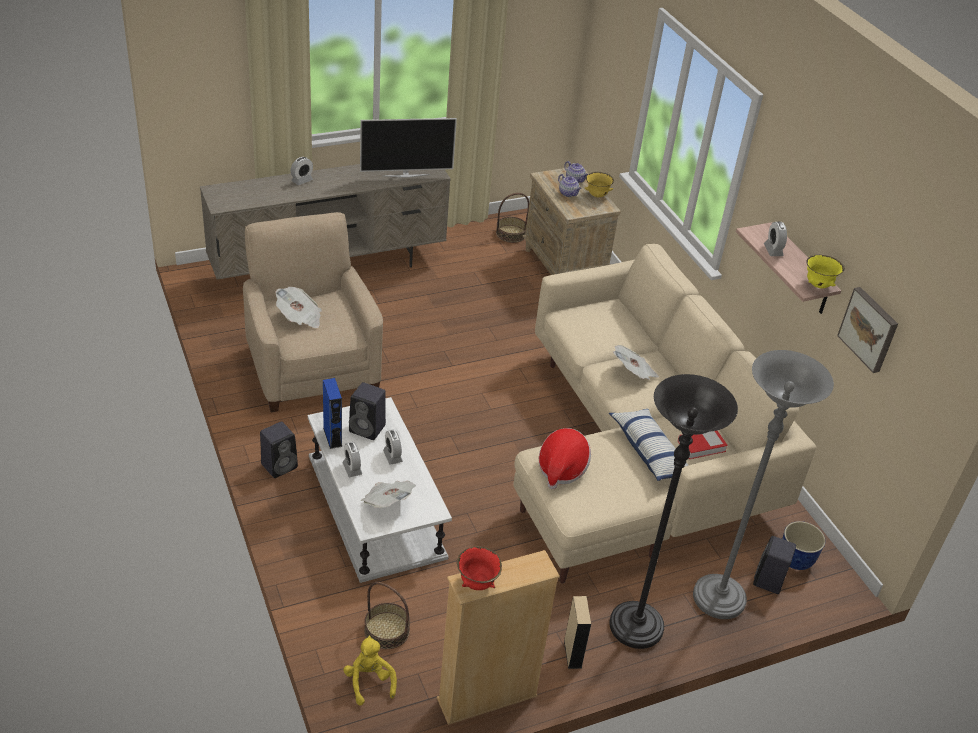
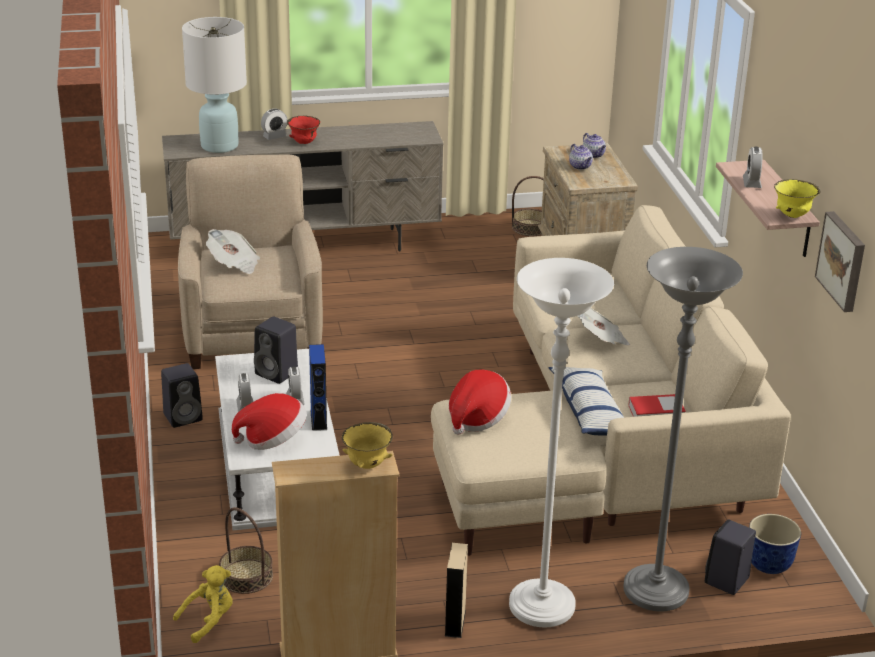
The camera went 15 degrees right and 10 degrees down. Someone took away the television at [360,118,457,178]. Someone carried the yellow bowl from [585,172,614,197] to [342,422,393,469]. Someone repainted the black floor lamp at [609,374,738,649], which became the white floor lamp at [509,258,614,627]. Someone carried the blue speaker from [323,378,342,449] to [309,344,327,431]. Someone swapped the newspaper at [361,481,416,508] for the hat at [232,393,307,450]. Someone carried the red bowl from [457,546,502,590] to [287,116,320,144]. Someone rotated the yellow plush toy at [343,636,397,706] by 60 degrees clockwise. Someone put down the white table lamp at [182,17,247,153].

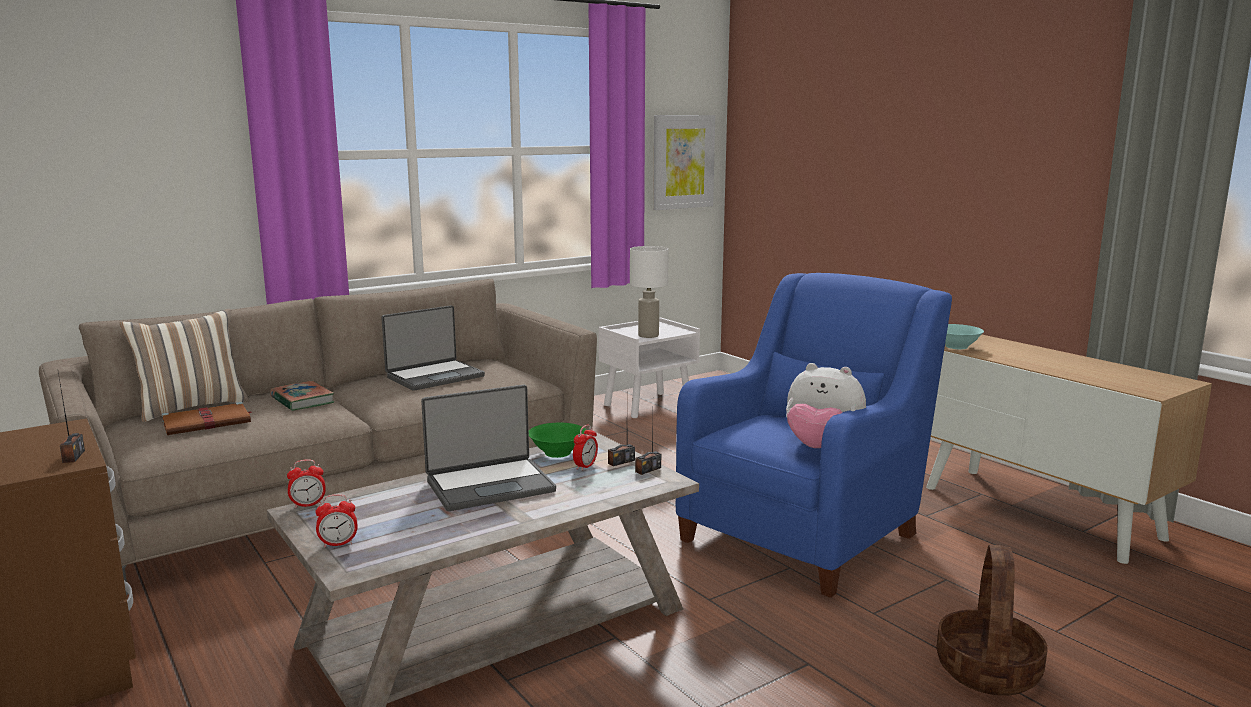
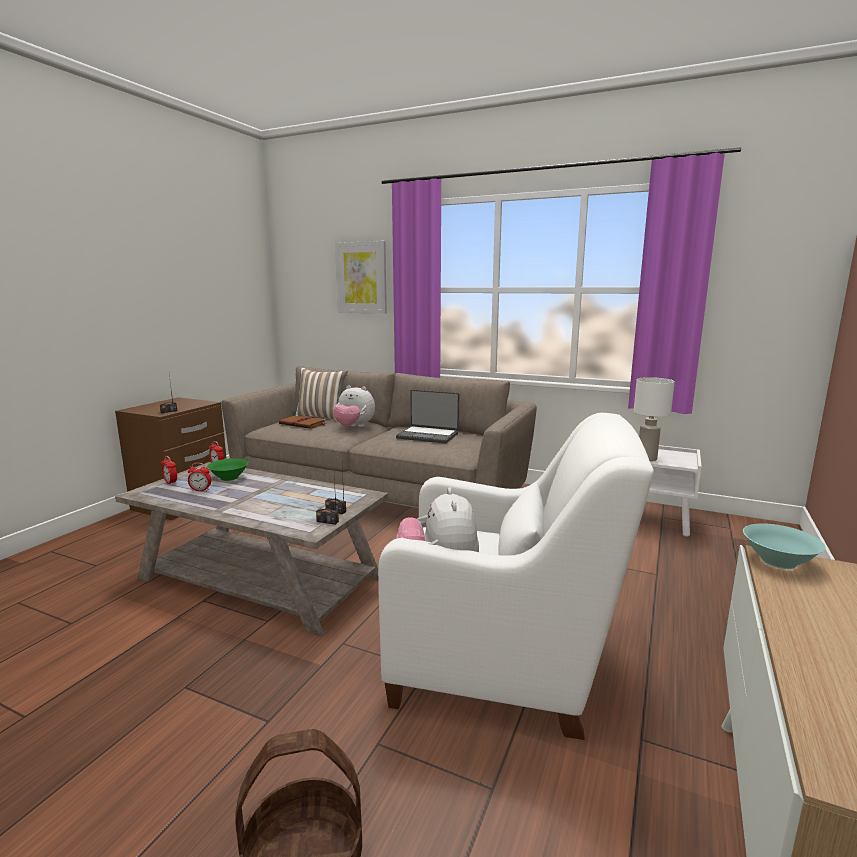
The camera went 60 degrees right and 0 degrees up. Someone carried the picture from [653,115,715,210] to [335,241,387,314]. Someone repainted the blue armchair at [676,273,952,598], which became the white armchair at [378,413,654,740]. Someone swapped the book at [270,381,334,411] for the plush toy at [333,385,375,427]. Someone took away the laptop at [421,385,556,511]. Someone carried the green bowl from [529,423,586,458] to [207,458,248,481]. Someone carried the alarm clock from [573,425,598,471] to [188,463,211,491].

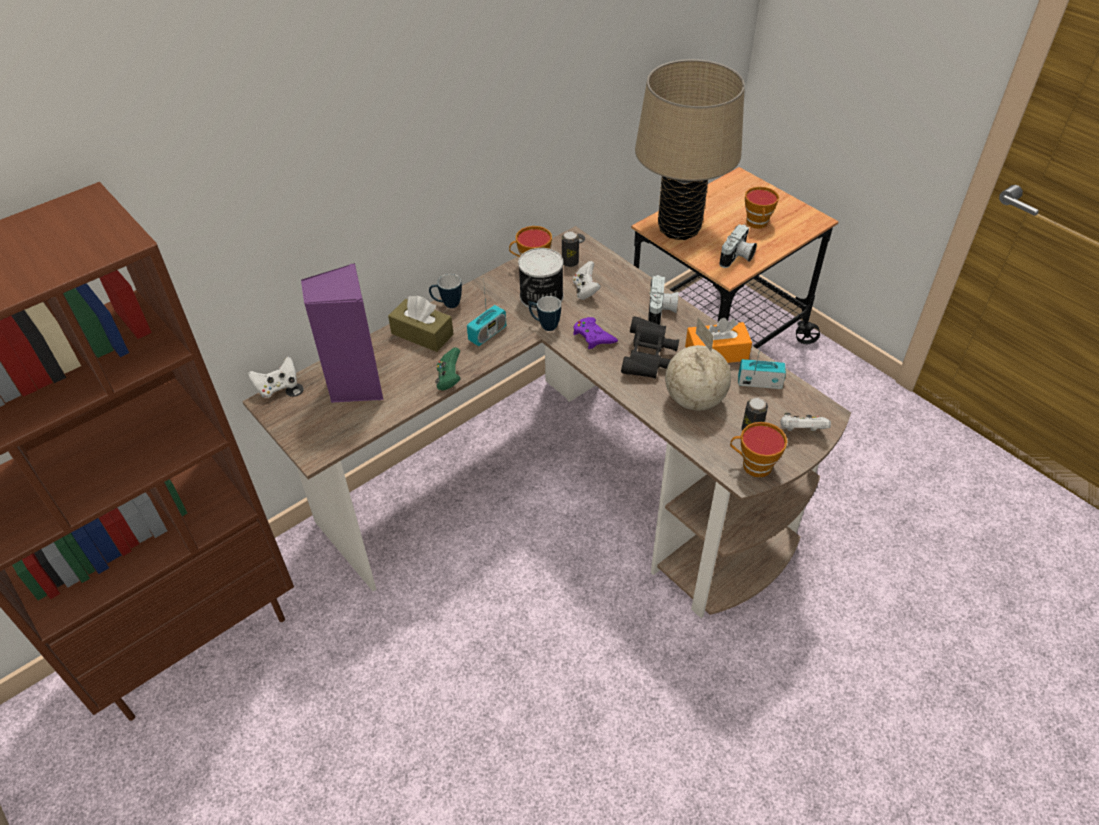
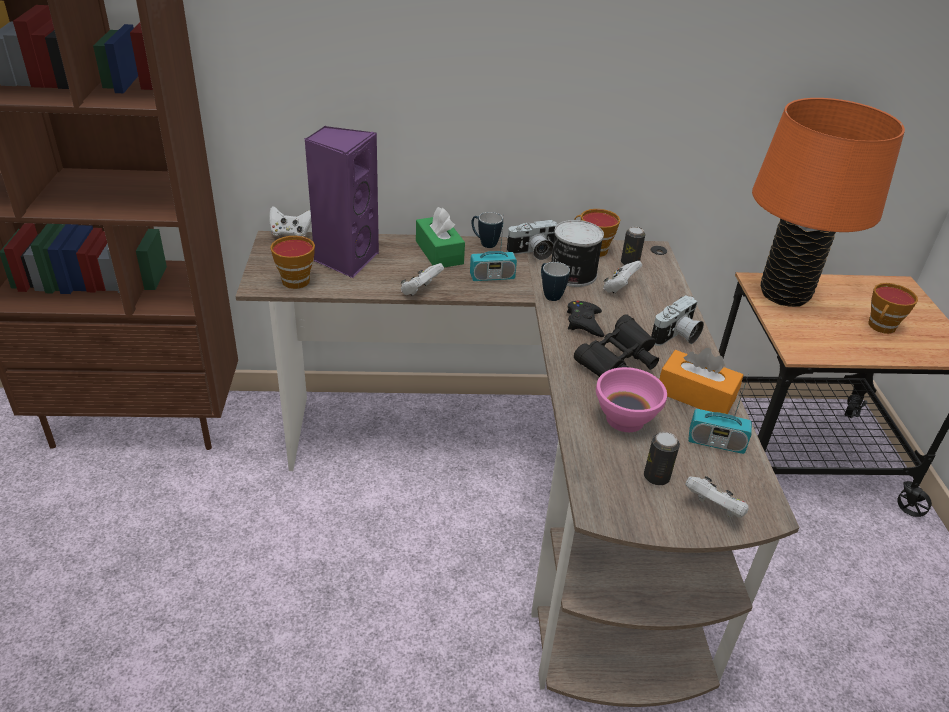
The camera went 35 degrees right and 10 degrees down. Someone repainted the beige table lamp at [635,59,745,240], which became the orange table lamp at [752,98,905,307]. Someone carried the photo camera from [719,224,757,268] to [506,220,557,260]. Someone repainted the brown tissue box at [388,296,454,352], which became the green tissue box at [416,207,465,267]. Someone repainted the purple game controller at [573,317,618,349], which became the black game controller at [567,300,604,337]. Someone swapped the globe at [665,318,731,411] for the pink bowl at [596,367,667,432]. Someone rotated the radio at [738,340,786,389] by 150 degrees clockwise. Someone repainted the green game controller at [435,347,461,391], which became the white game controller at [401,263,444,296]. Someone carried the cup from [730,422,787,477] to [270,236,315,289].

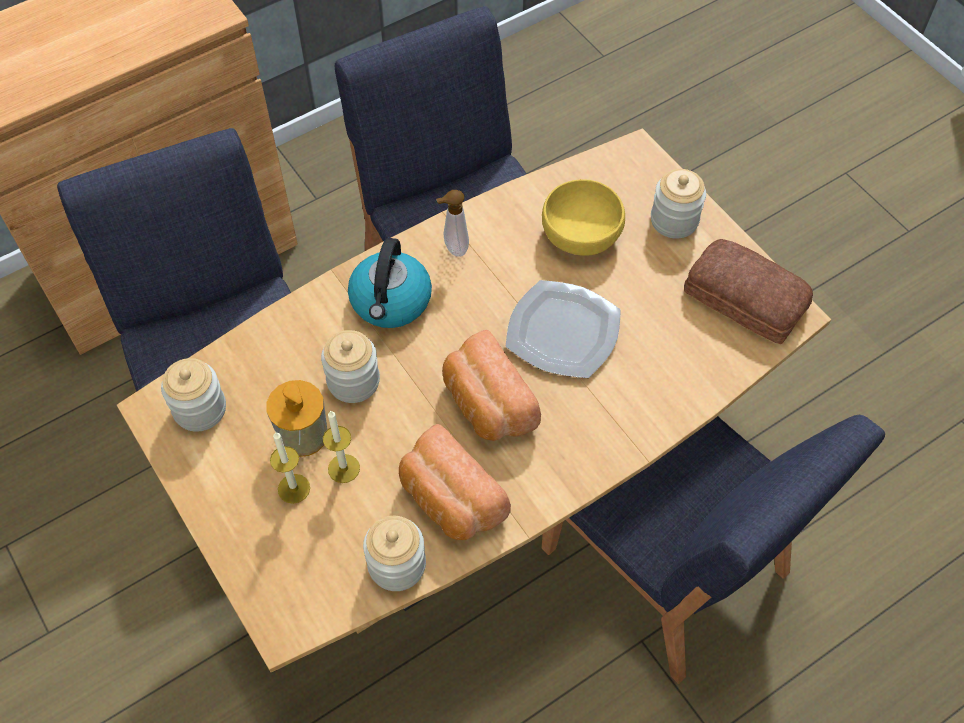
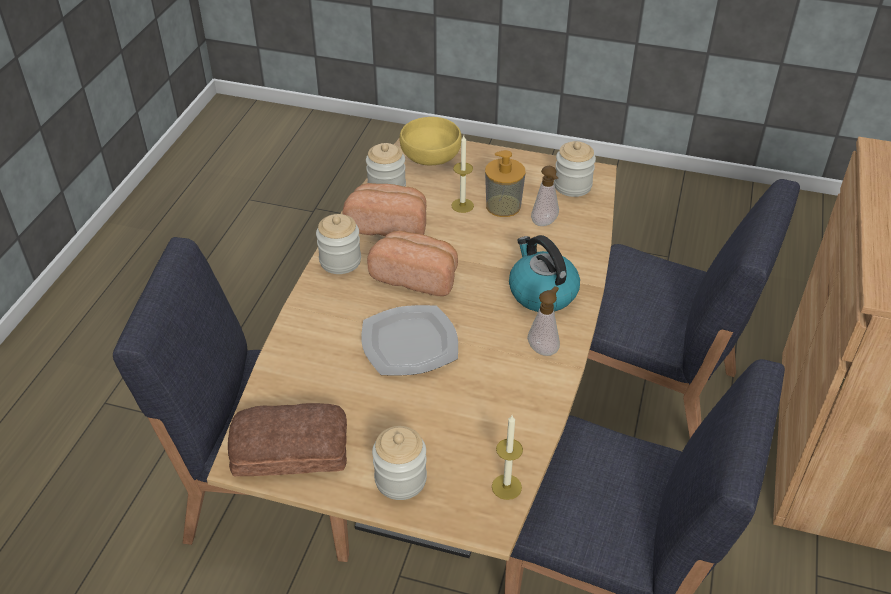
The camera went 140 degrees right and 15 degrees down. Someone carried the yellow bowl from [542,179,625,256] to [400,117,462,166]. Someone carried the jar from [321,330,380,403] to [316,214,361,274]. Someone carried the candle from [270,432,310,504] to [492,415,523,500]. Someone put down the soap dispenser at [531,166,559,226].

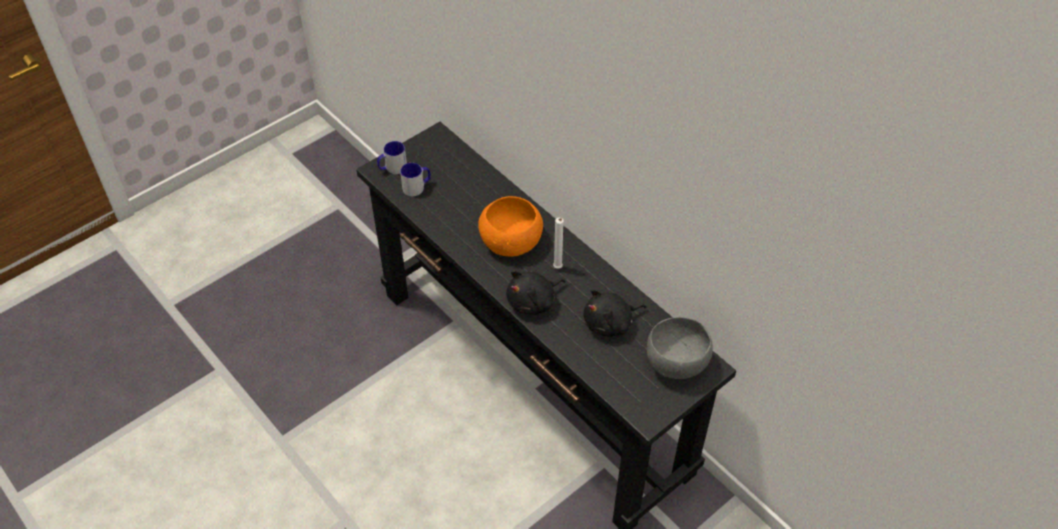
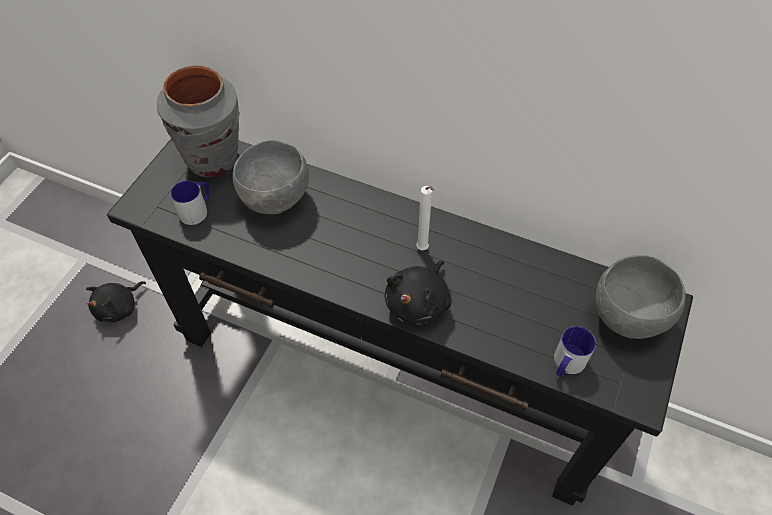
The camera went 25 degrees left and 5 degrees up. Someone carried the mug from [377,141,407,174] to [554,326,596,377]. Someone took away the orange bowl at [478,196,543,257]. Someone carried the black plush toy from [584,289,646,337] to [86,281,146,322]. Someone put down the grey vase at [157,66,240,177]. Someone put down the grey bowl at [233,140,309,214].

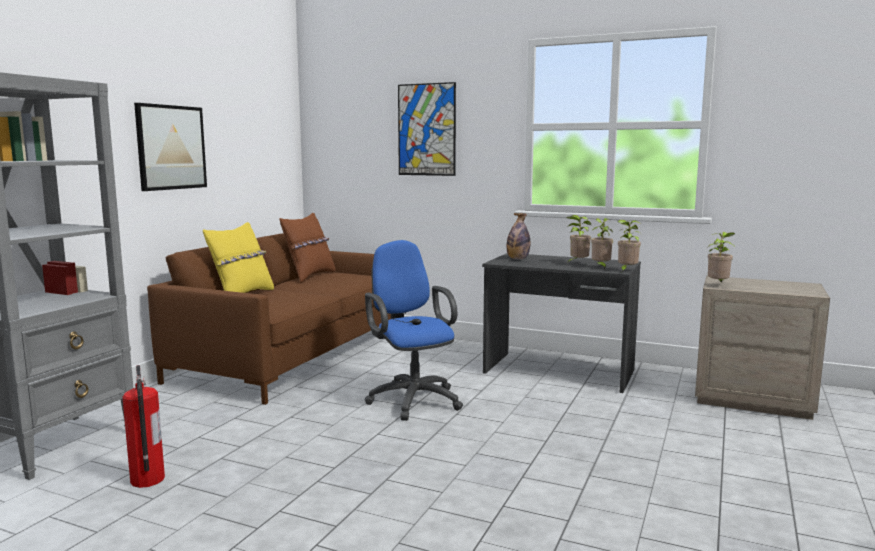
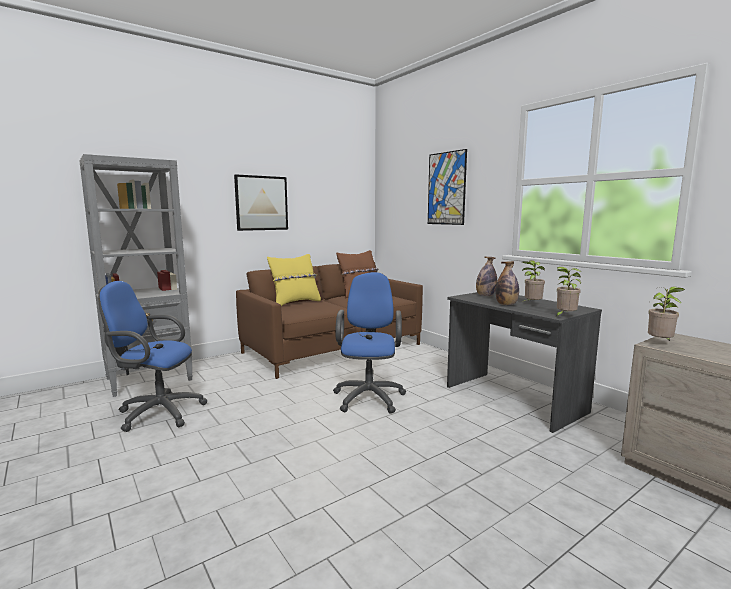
The camera went 30 degrees right and 0 degrees up. Someone took away the potted plant at [591,218,613,269]. Someone swapped the fire extinguisher at [122,365,165,488] for the blue office chair at [98,281,207,432]. Someone put down the bottle at [496,261,519,305].

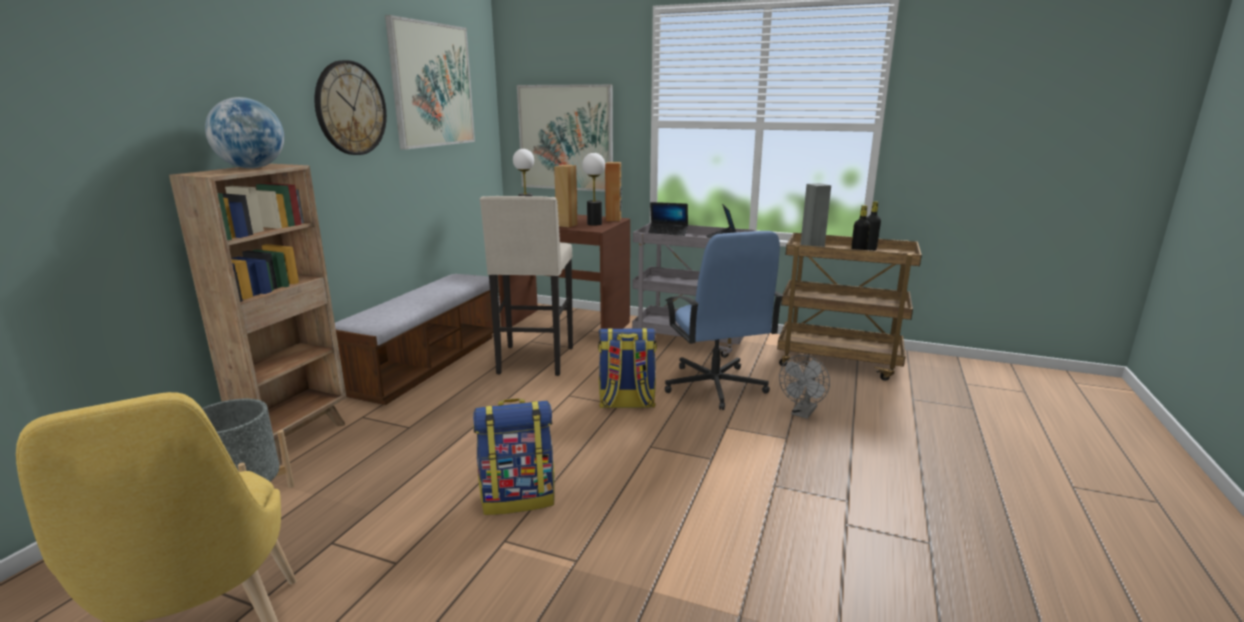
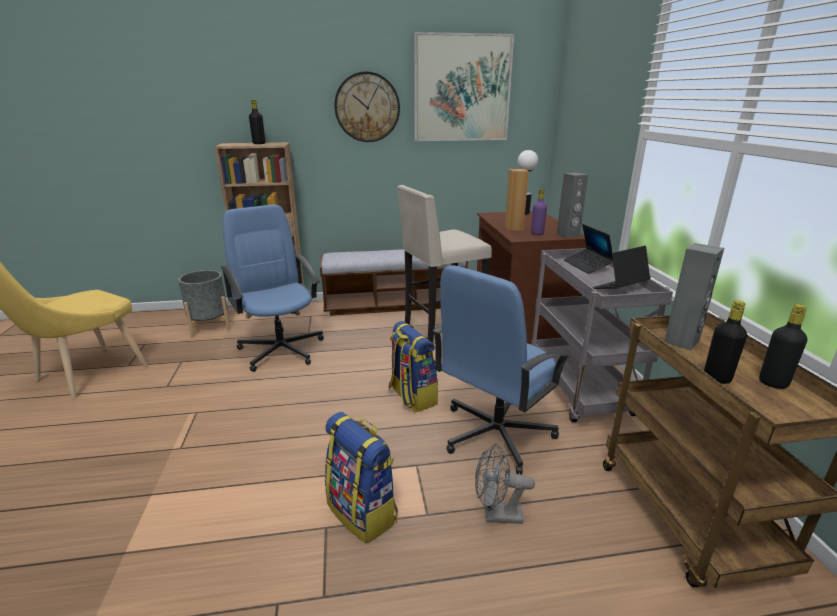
The camera went 60 degrees right and 5 degrees up. Someone took away the picture at [517,84,613,192]. Someone swapped the globe at [205,97,284,169] for the black bottle at [249,99,265,144]. Someone swapped the table lamp at [582,153,605,226] for the purple bottle at [531,189,547,235]. Someone repainted the brown speaker at [605,162,622,221], which became the grey speaker at [557,172,588,238]. Someone carried the backpack from [473,398,555,515] to [325,412,398,543]. Someone put down the blue office chair at [221,204,324,372].

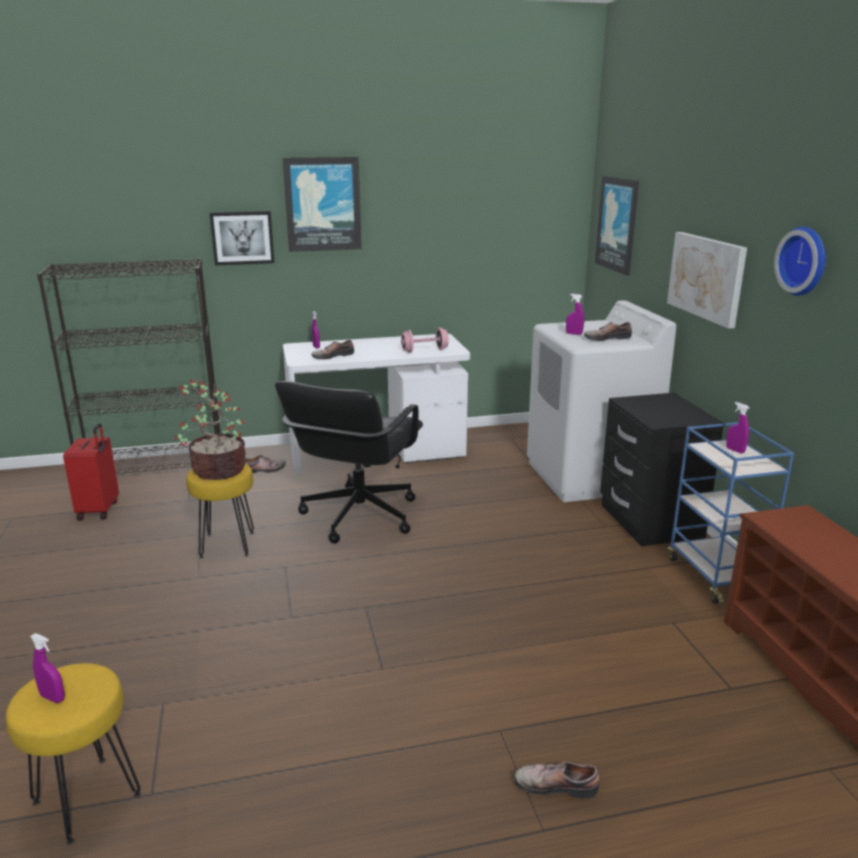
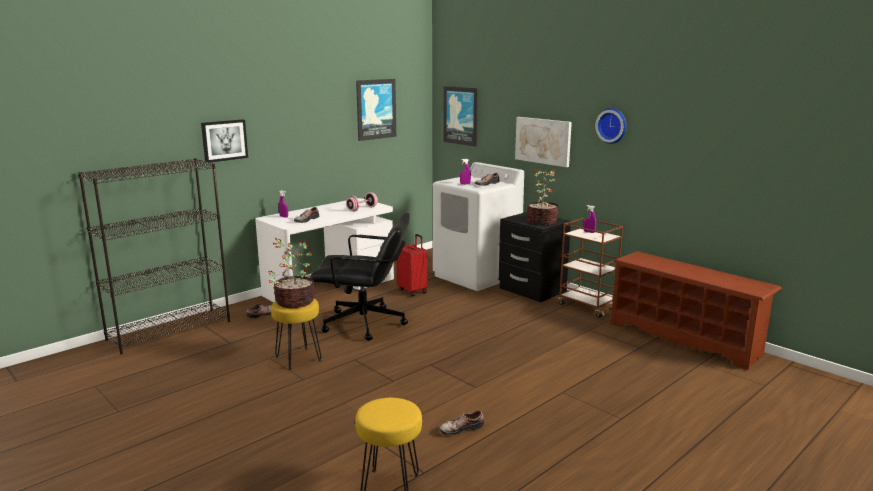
The camera went 30 degrees left and 5 degrees down. Someone carried the picture from [283,157,362,252] to [356,79,396,141]. Someone rotated the black office chair at [275,381,423,544] by 75 degrees counterclockwise. Someone repainted the blue cart at [668,422,794,604], which became the brown cart at [558,218,623,318]. Someone carried the red suitcase from [63,423,119,520] to [397,234,428,296]. Someone took away the purple spray bottle at [30,633,65,703]. Someone carried the shoe from [515,762,599,799] to [440,411,484,436]. Someone put down the potted plant at [526,169,559,225].

